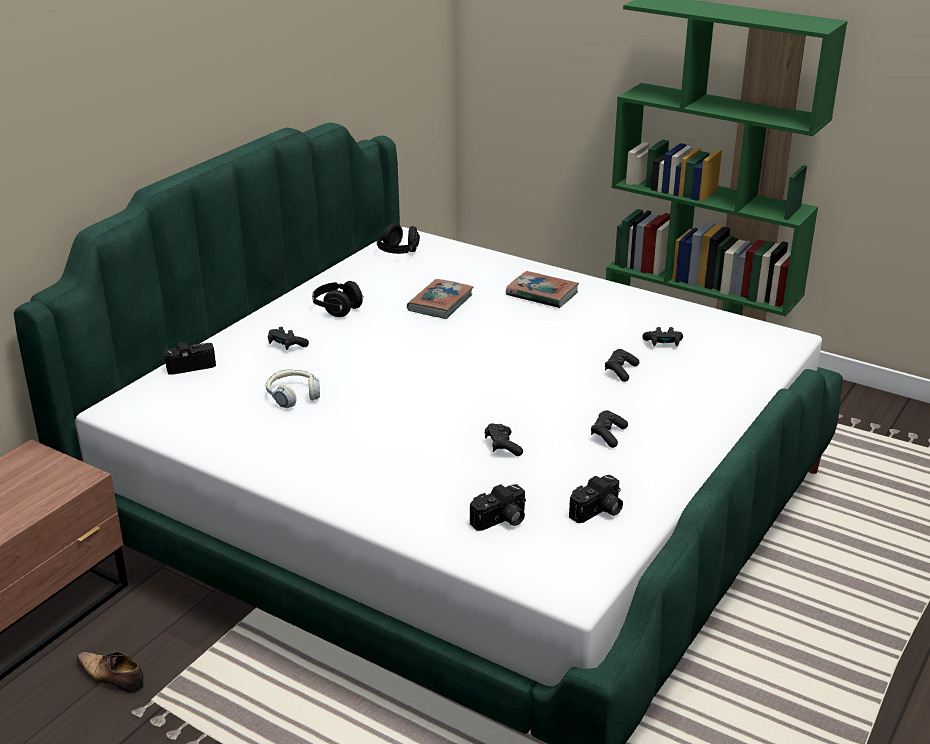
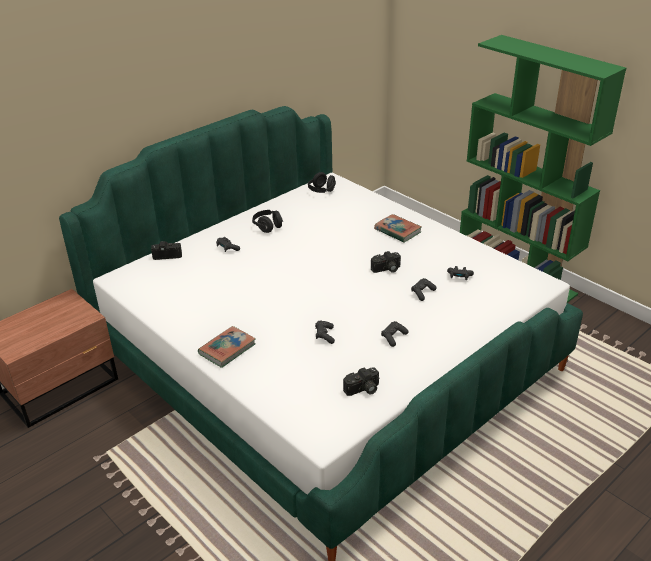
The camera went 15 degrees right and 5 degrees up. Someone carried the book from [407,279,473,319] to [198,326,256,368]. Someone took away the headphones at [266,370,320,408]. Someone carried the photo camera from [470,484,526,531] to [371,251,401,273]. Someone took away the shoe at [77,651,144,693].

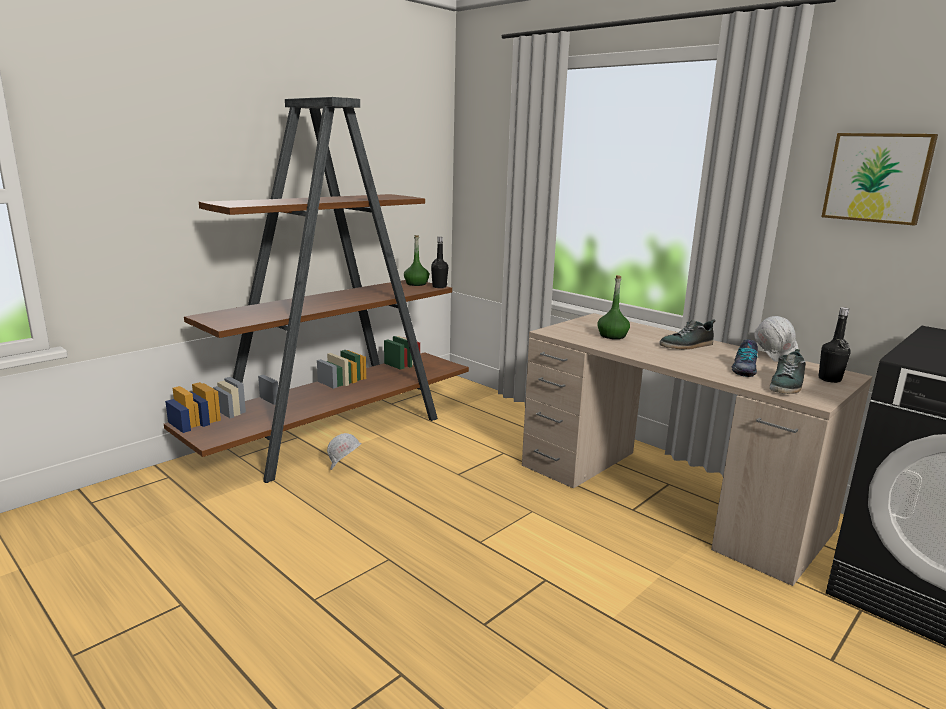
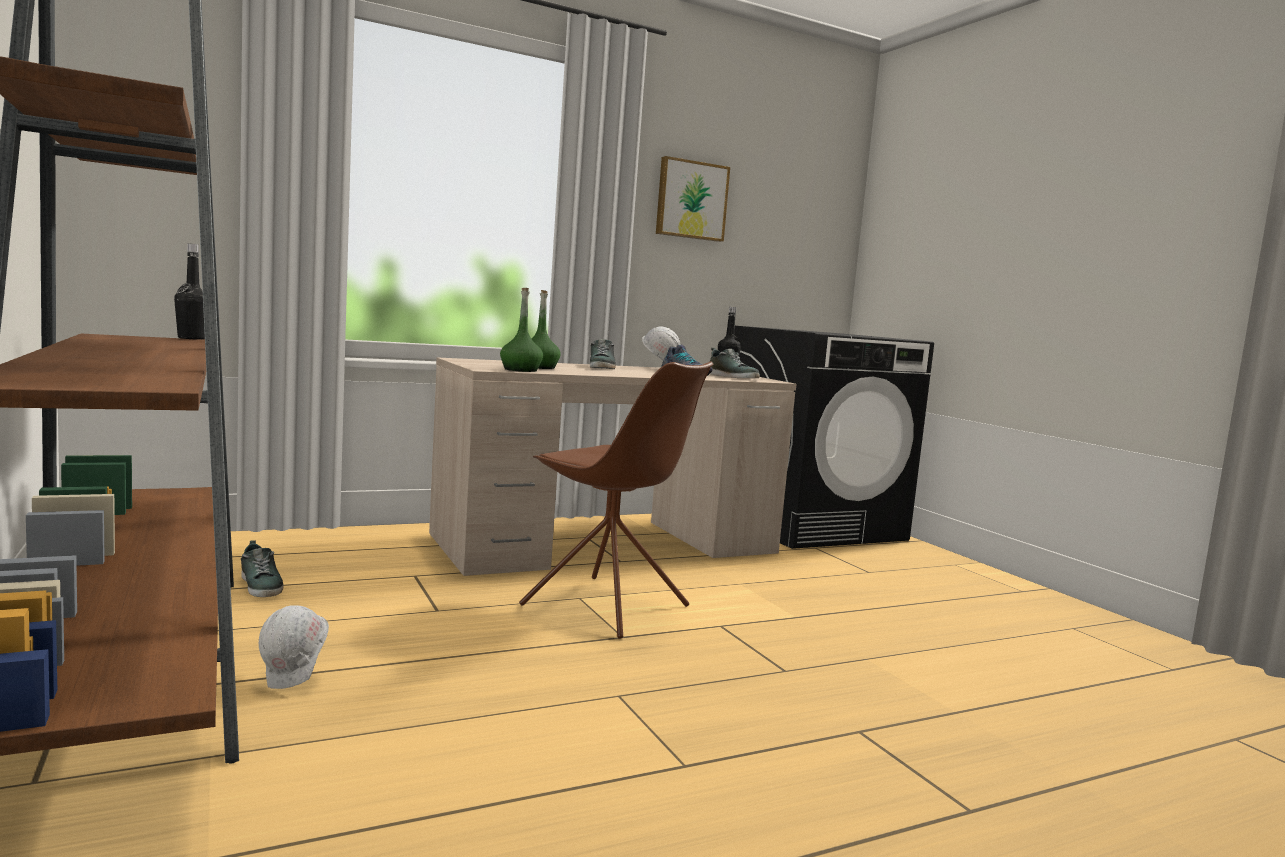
The camera went 70 degrees left and 10 degrees down. Someone carried the green bottle from [404,235,429,286] to [500,288,543,372]. Someone put down the brown chair at [519,362,713,639]. Someone put down the shoe at [241,540,284,597].

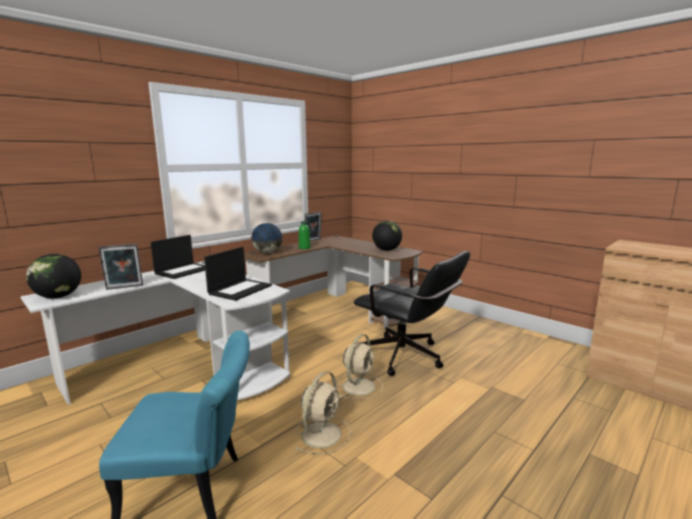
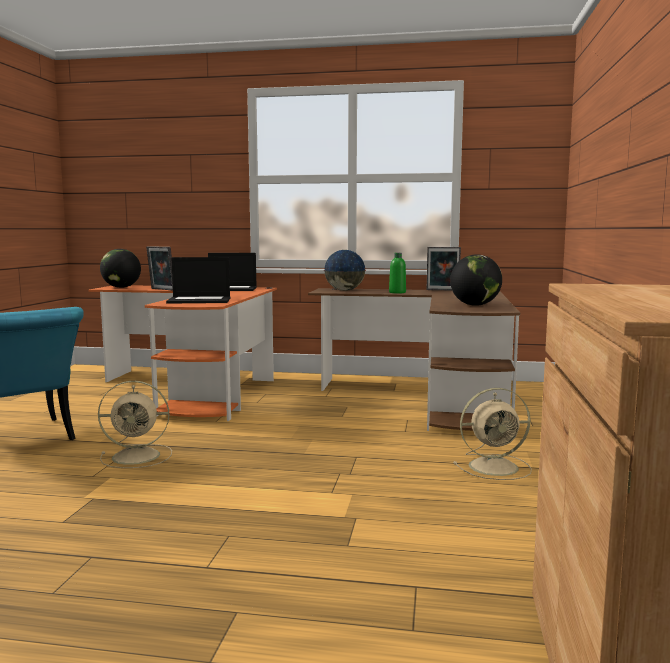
The camera went 55 degrees right and 5 degrees down. Someone took away the black office chair at [354,251,470,376]. Someone repainted the white desk at [20,261,290,405], which became the orange desk at [88,285,277,421]. Someone carried the beige fan from [337,334,383,400] to [453,388,532,480].

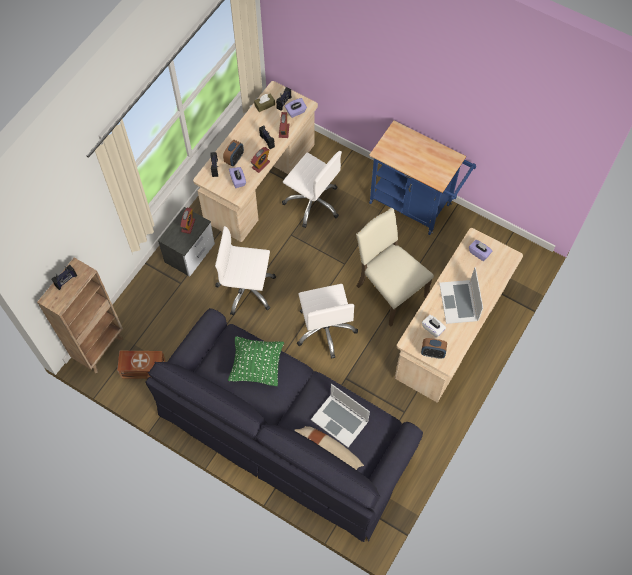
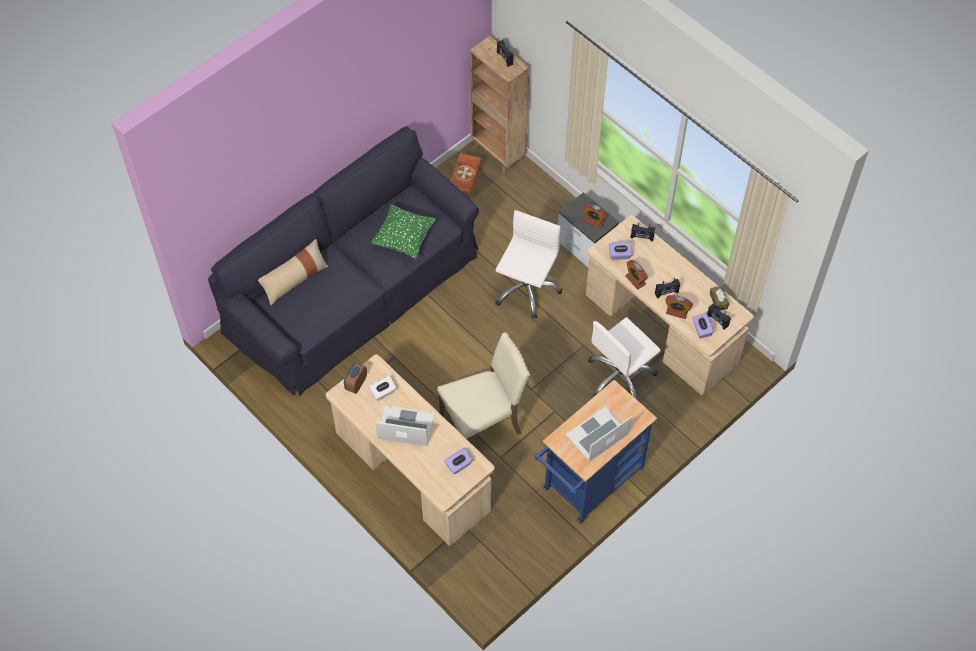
The camera went 105 degrees right and 5 degrees down. Someone took away the alarm clock at [223,140,244,166]. Someone took away the white office chair at [297,284,358,359]. Someone carried the laptop from [311,384,370,447] to [566,406,632,462].

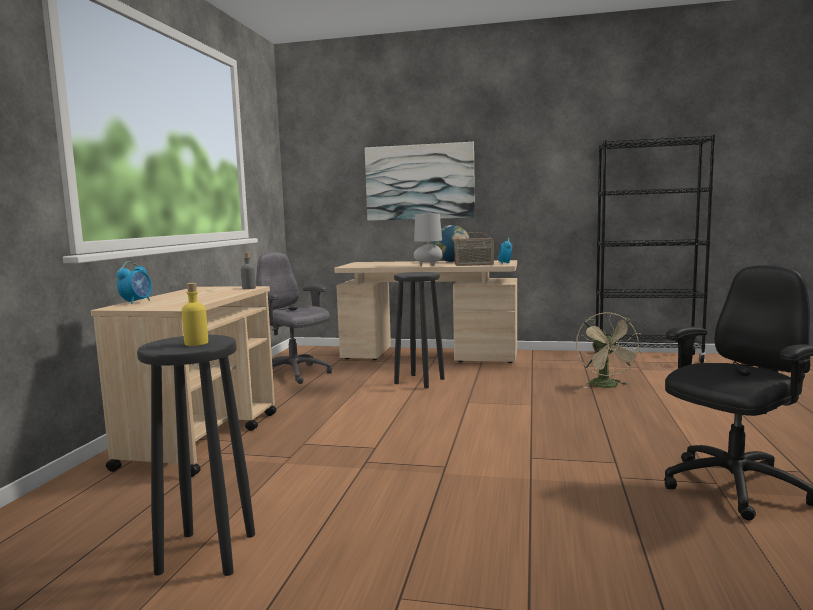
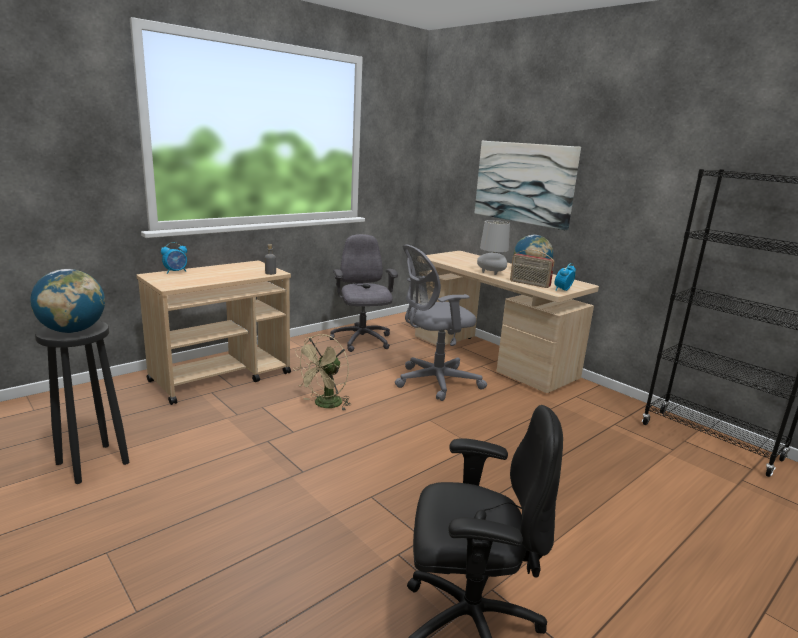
The camera went 35 degrees right and 10 degrees up. Someone swapped the black stool at [394,272,445,388] for the grey office chair at [395,245,487,401]. Someone swapped the yellow bottle at [182,283,208,346] for the globe at [30,269,105,333]. Someone carried the beige fan from [576,313,642,388] to [293,334,351,410].

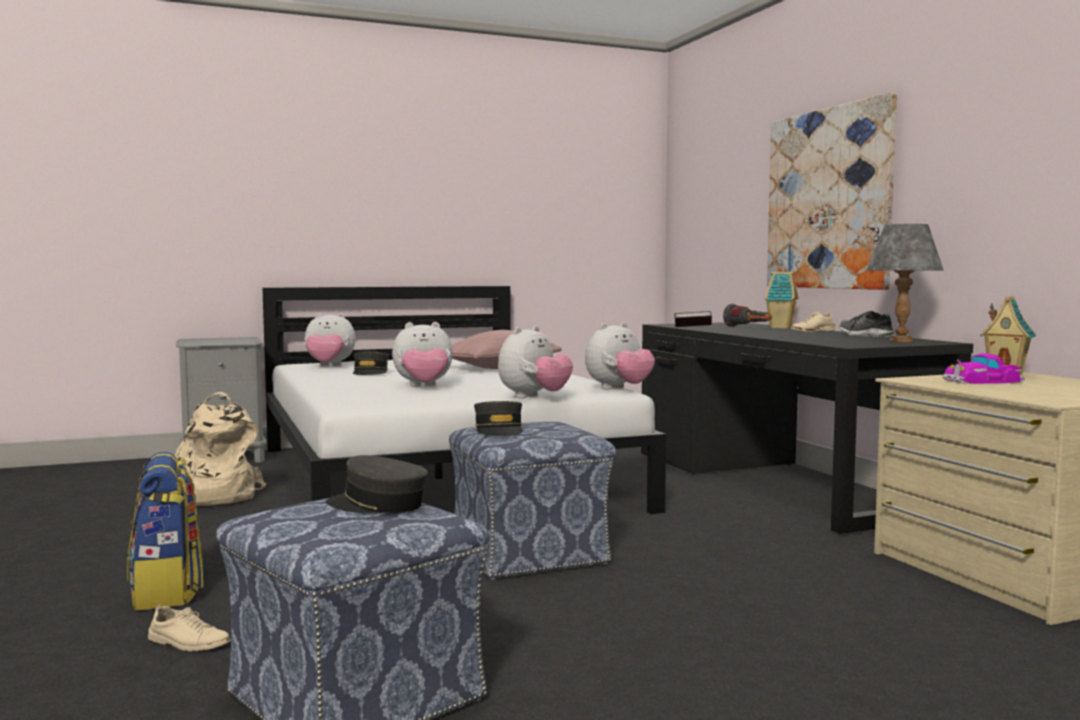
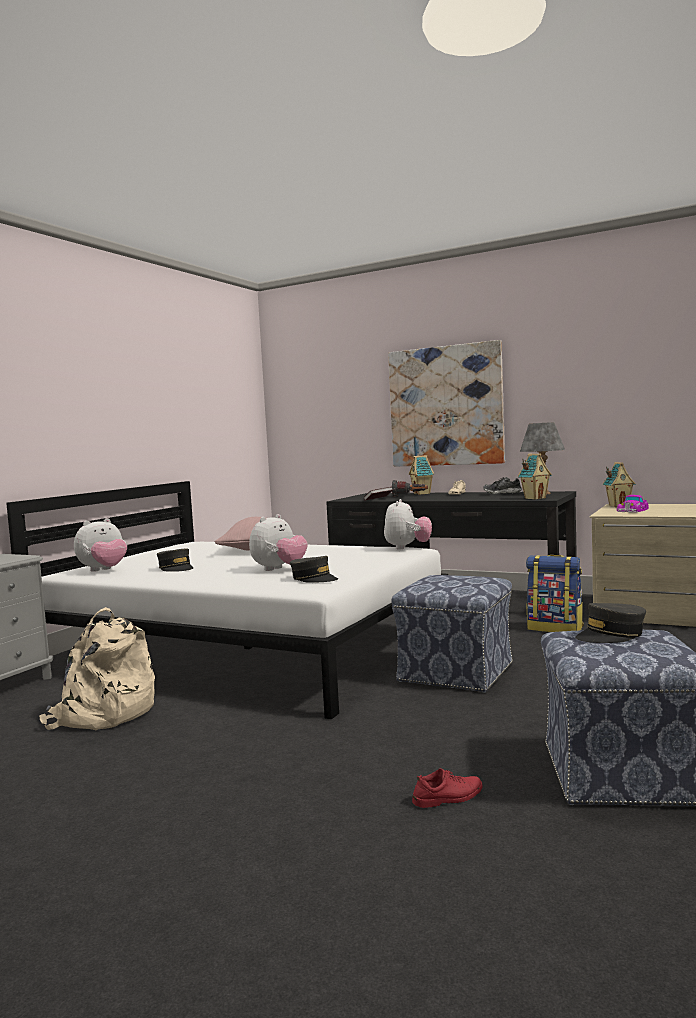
The camera went 40 degrees left and 0 degrees up. Someone took away the plush toy at [498,326,573,398]. Someone carried the grey cap from [474,401,523,436] to [290,556,338,583]. Someone carried the backpack from [127,452,203,611] to [526,555,584,632]. Someone repainted the beige shoe at [148,604,231,651], which became the red shoe at [412,768,483,808]. Someone put down the toy house at [518,454,552,500].

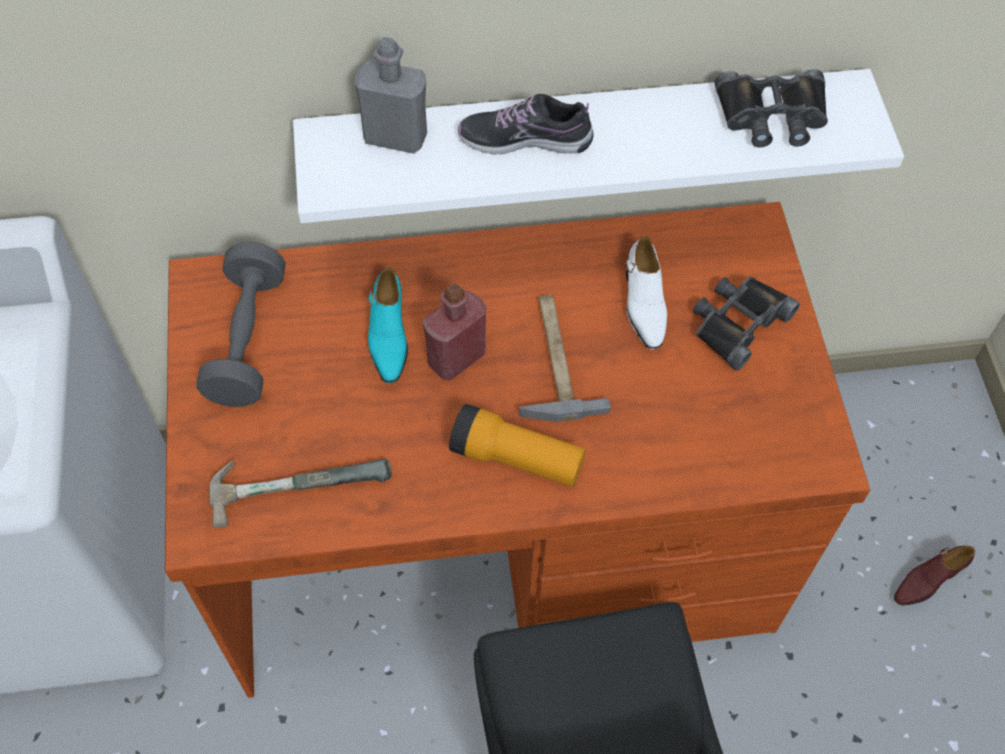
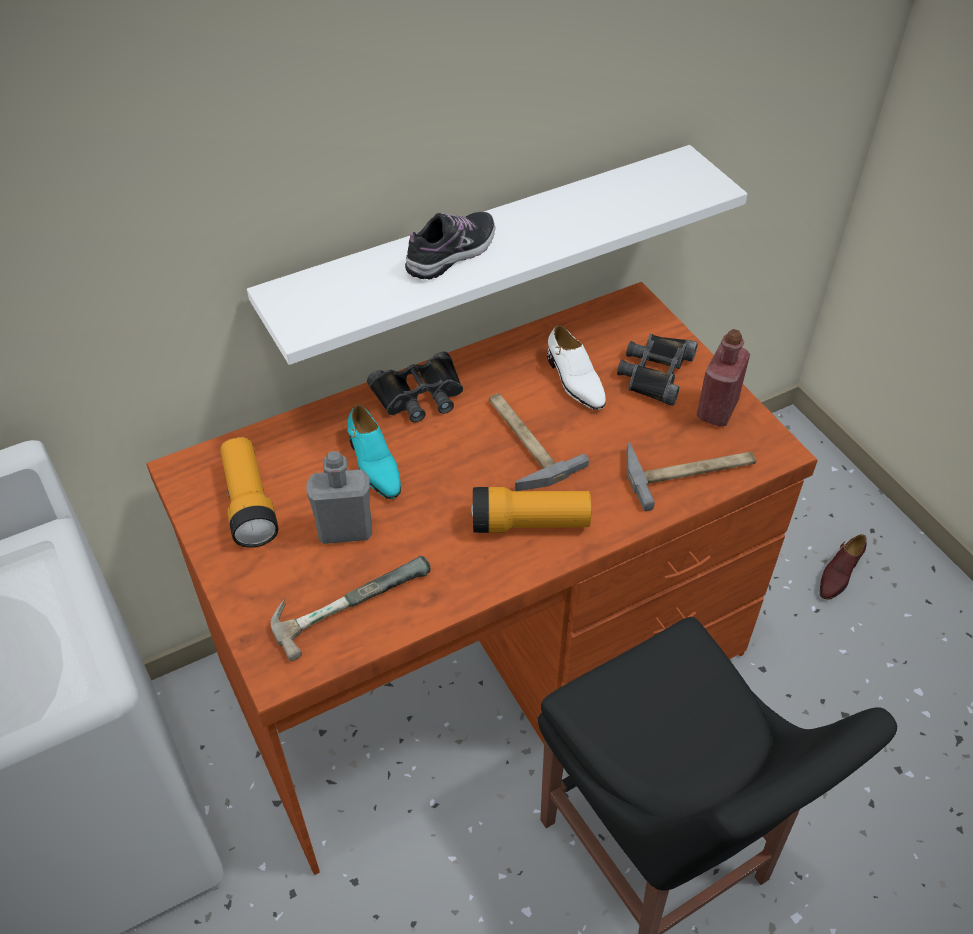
The camera went 20 degrees left and 10 degrees down. Someone carried the grey bottle from [354,37,427,154] to [307,451,372,544]. Someone carried the black binoculars from [715,69,828,148] to [367,352,463,422]. Someone rotated the shoe at [458,94,593,155] by 150 degrees clockwise. Someone swapped the grey dumbbell at [197,242,286,407] for the flashlight at [220,437,279,548]. Someone carried the red bottle from [423,284,486,380] to [696,329,750,426]. Someone put down the hammer at [627,442,756,511].

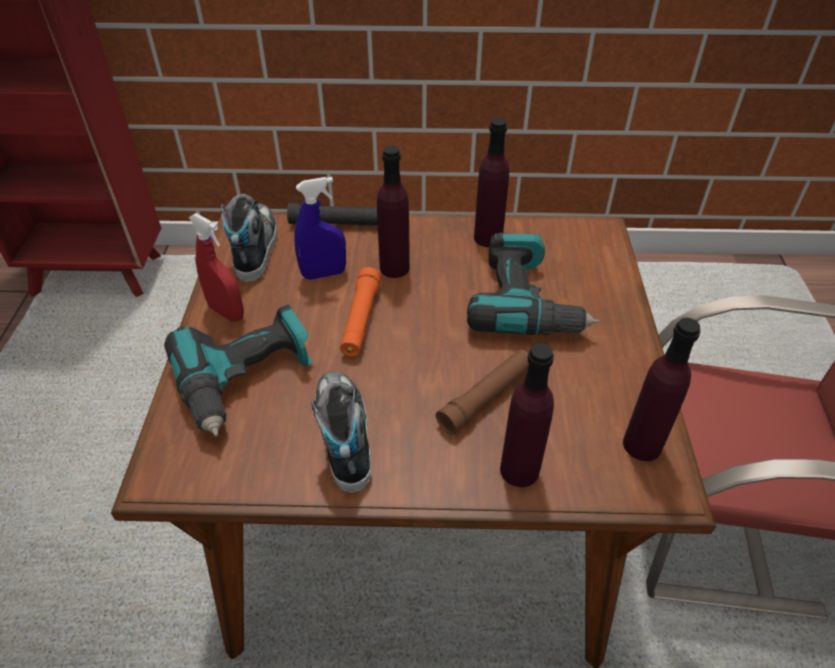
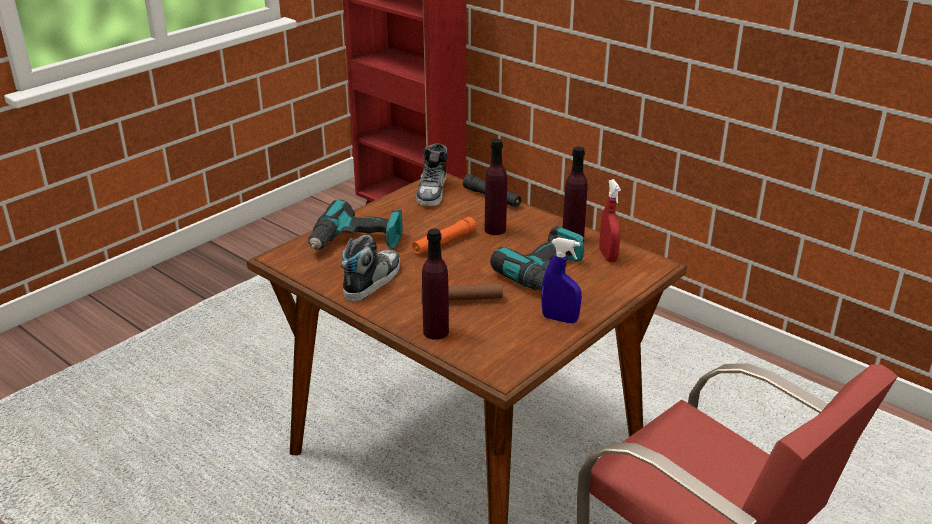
The camera went 40 degrees right and 15 degrees down. Someone carried the blue spray bottle from [295,177,346,280] to [541,237,582,323]. Someone rotated the shoe at [221,194,278,282] by 150 degrees clockwise. Someone carried the red spray bottle from [188,213,244,322] to [599,179,621,262]. Someone took away the purple bottle at [623,318,700,461].

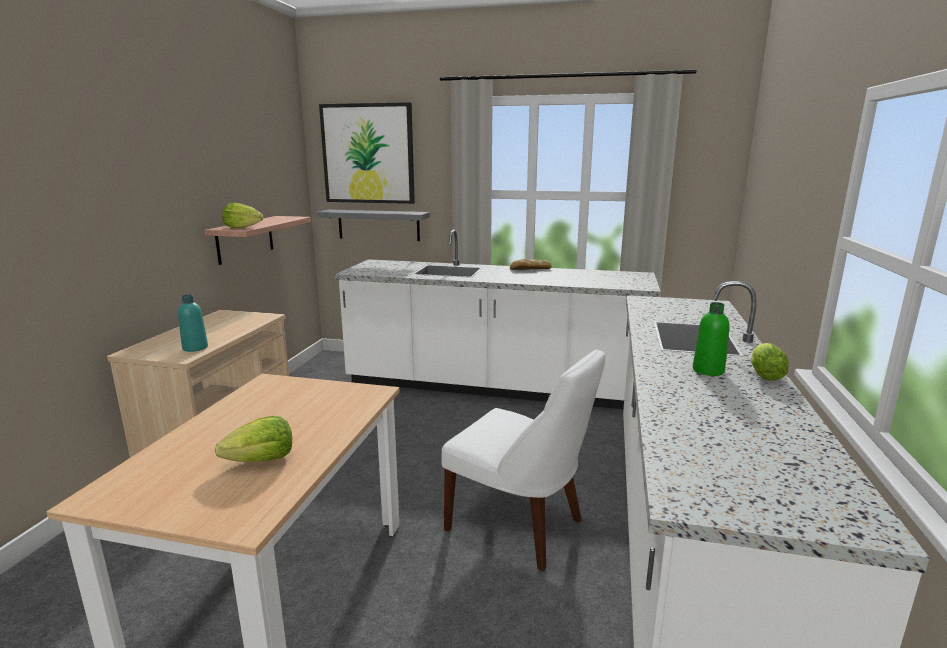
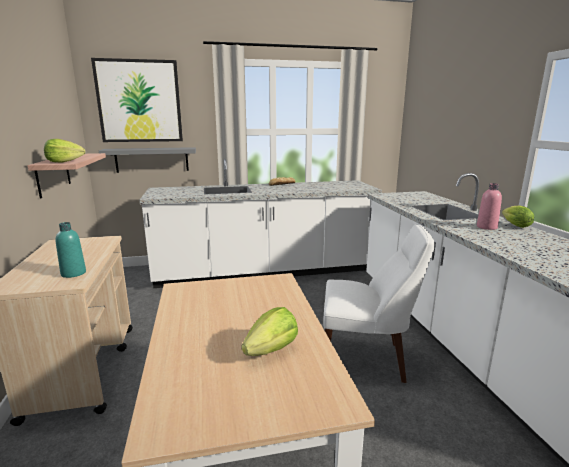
The camera went 25 degrees left and 0 degrees up. Someone repainted the green bottle at [693,302,730,376], which became the pink bottle at [477,183,502,230].

